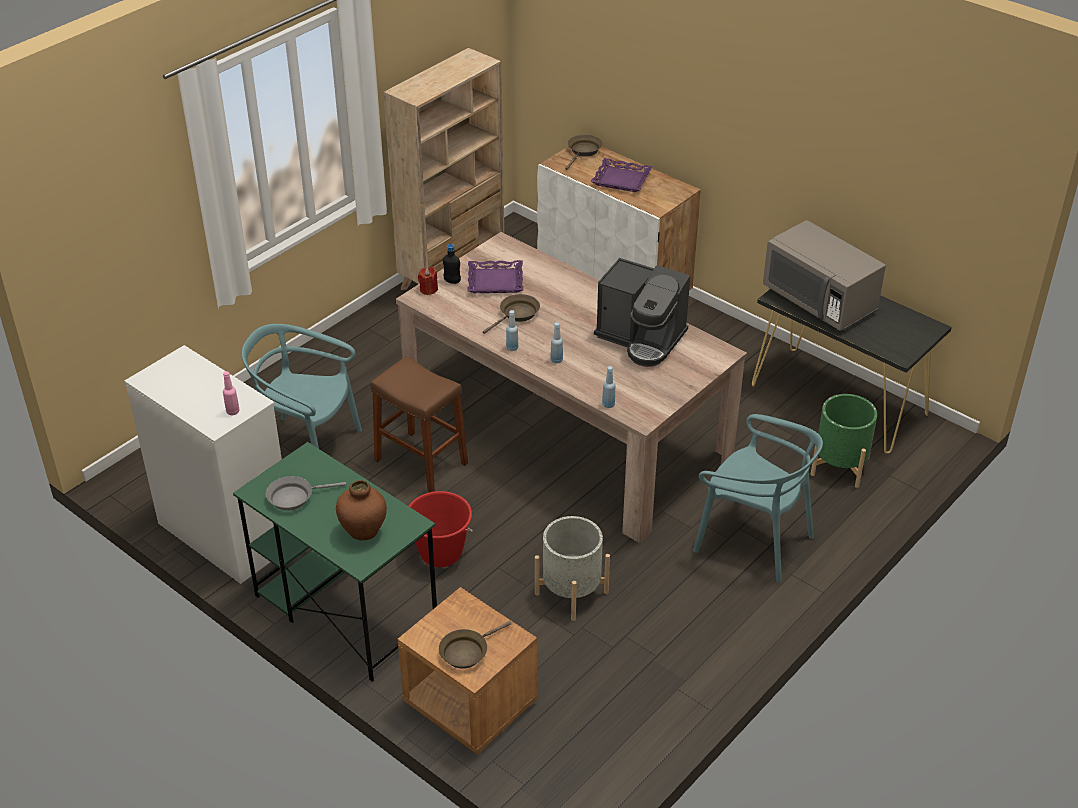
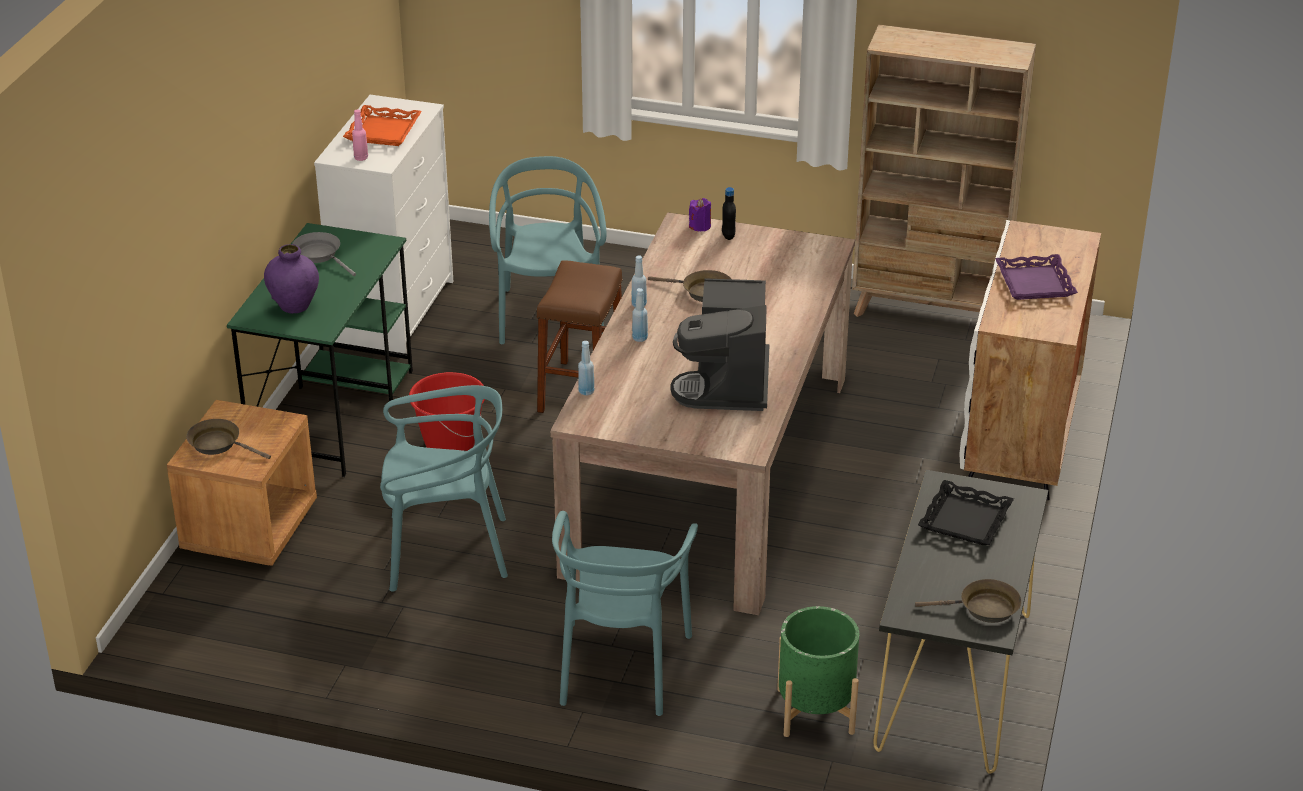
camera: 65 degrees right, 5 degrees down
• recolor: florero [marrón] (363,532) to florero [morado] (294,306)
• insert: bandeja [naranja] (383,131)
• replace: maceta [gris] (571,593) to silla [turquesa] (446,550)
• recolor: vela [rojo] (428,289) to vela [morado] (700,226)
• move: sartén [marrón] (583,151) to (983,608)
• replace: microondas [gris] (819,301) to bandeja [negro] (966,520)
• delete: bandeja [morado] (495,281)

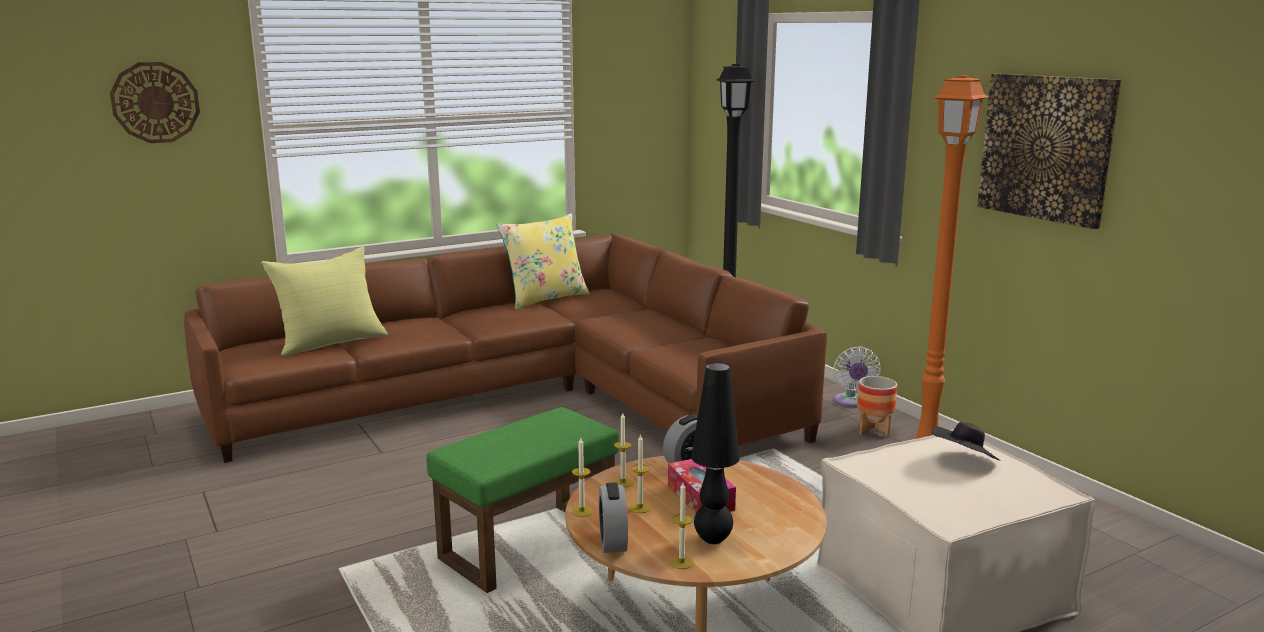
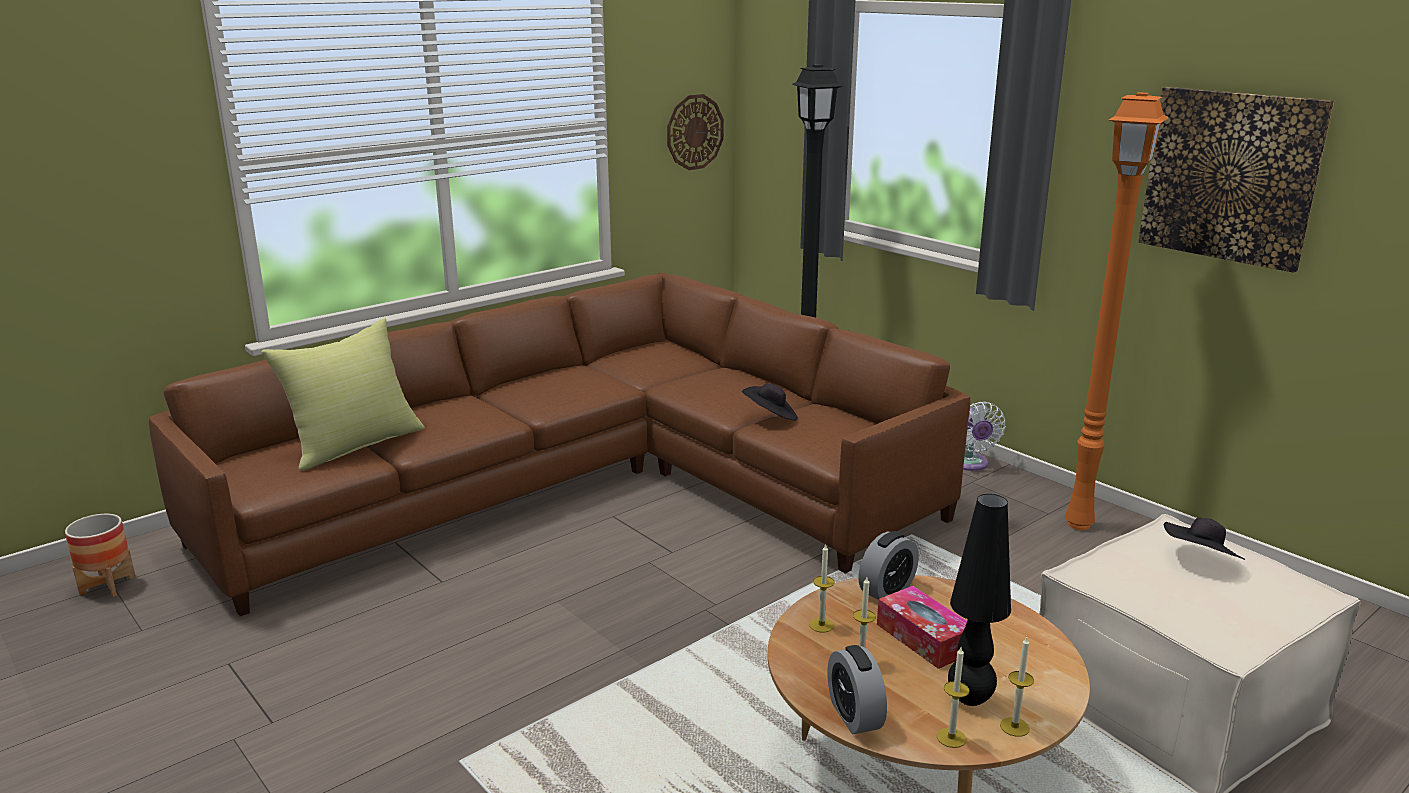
camera: 10 degrees left, 5 degrees up
• move: maceta (874,430) to (108,586)
• move: reloj de pared (155,102) to (694,132)
• insert: sombrero [negro] (770,417)
• move: vela (581,511) to (1014,727)
• delete: puf [verde] (529,545)
• delete: cojín [amarillo] (545,298)

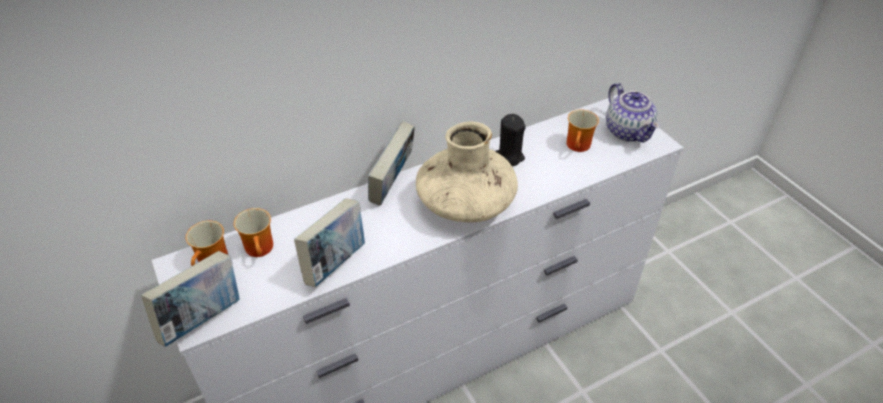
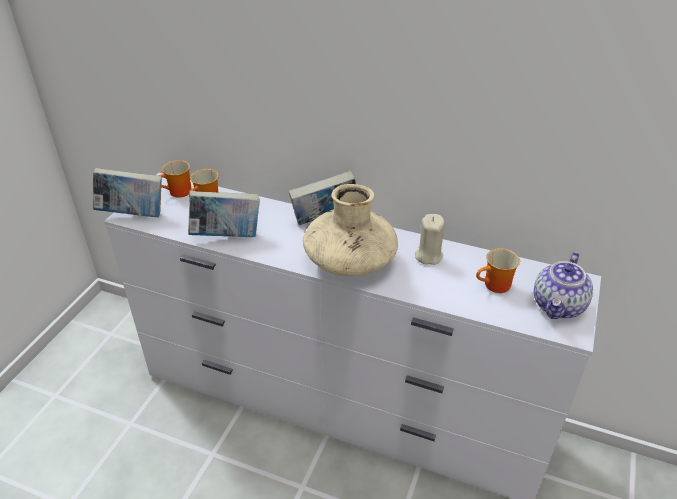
camera: 50 degrees right, 5 degrees down
• recolor: vela [negro] (509,157) to vela [beis] (428,256)

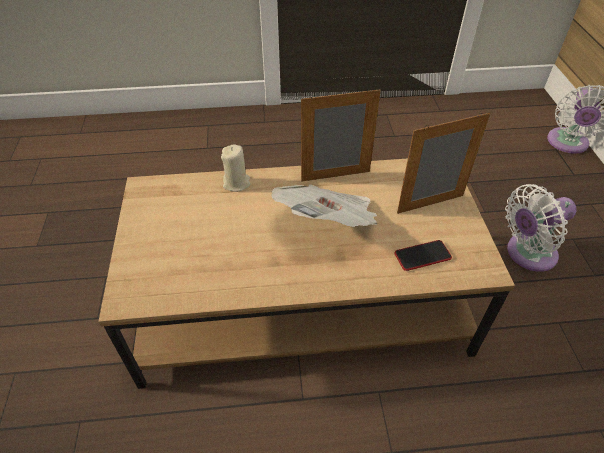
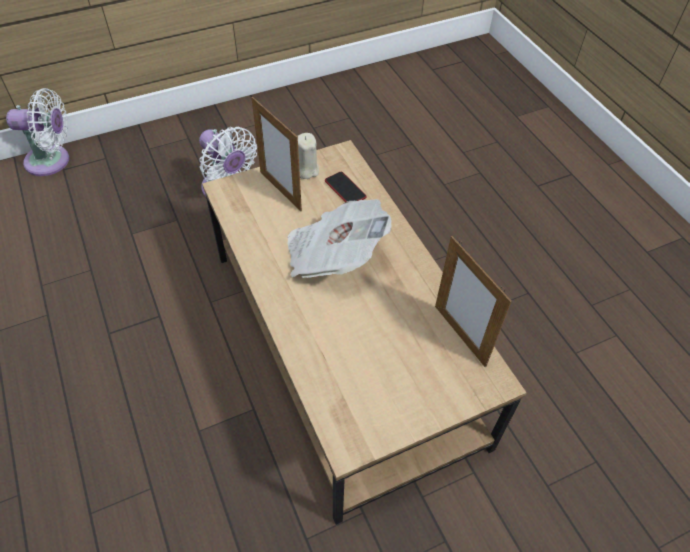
camera: 110 degrees left, 5 degrees up
• move: vela [beis] (236,183) to (306,170)
• move: portarretratos (335,176) to (459,335)

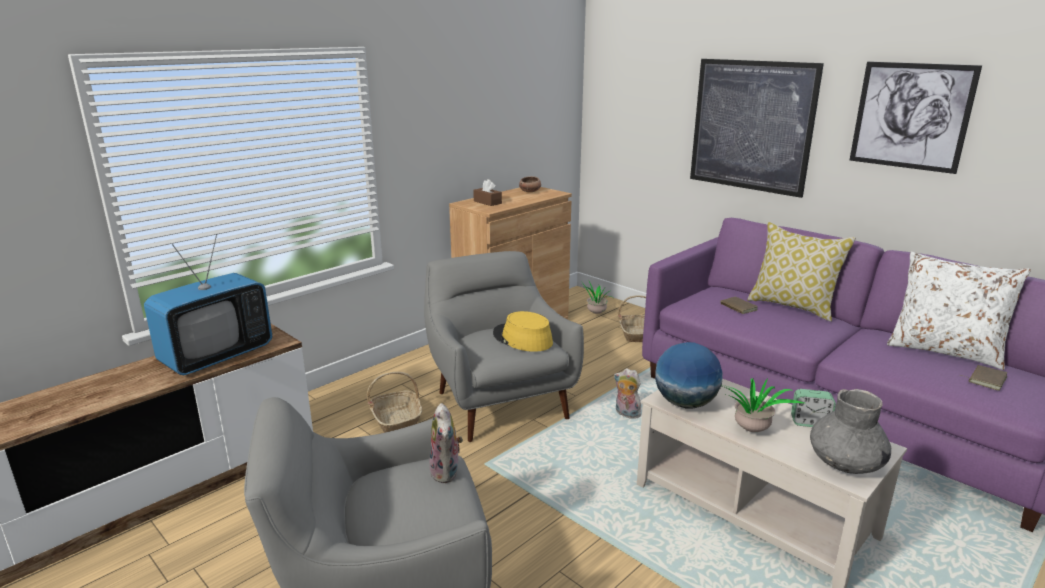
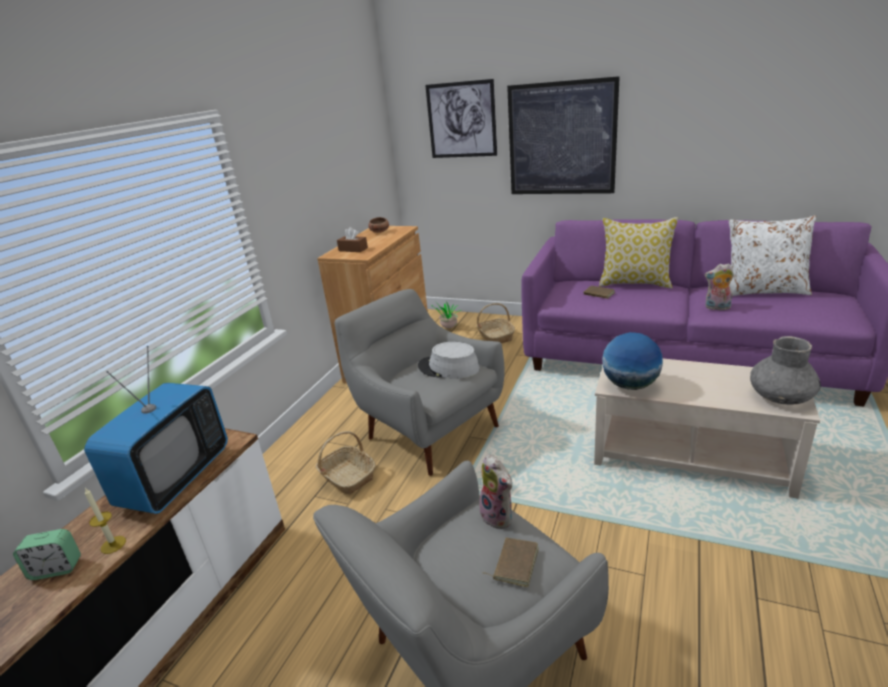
camera: 20 degrees left, 5 degrees up
• move: despertador (810,423) to (56,569)
• insert: vela (113,545)
• recolor: sombrero [amarillo] (522,339) to sombrero [gris] (448,368)
• move: cuadro (911,116) to (461,120)
• move: libro [marrón] (985,379) to (514,563)
• move: peluche (626,414) to (717,308)
• delete: planta en maceta (752,431)

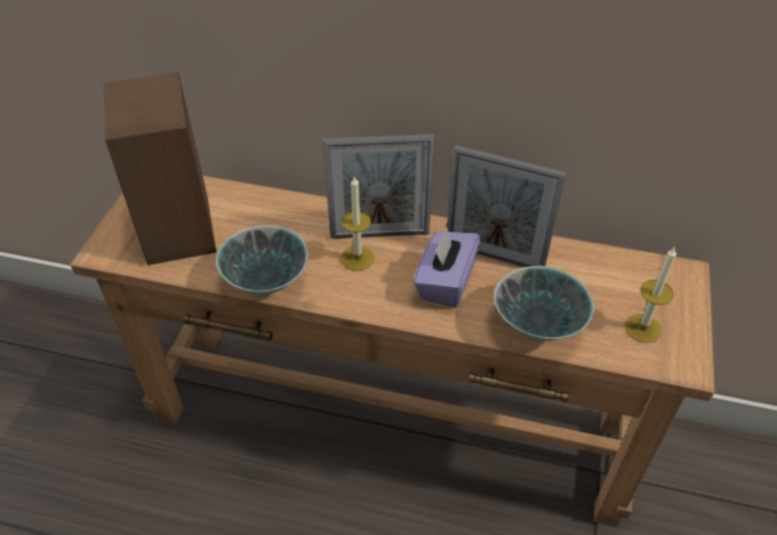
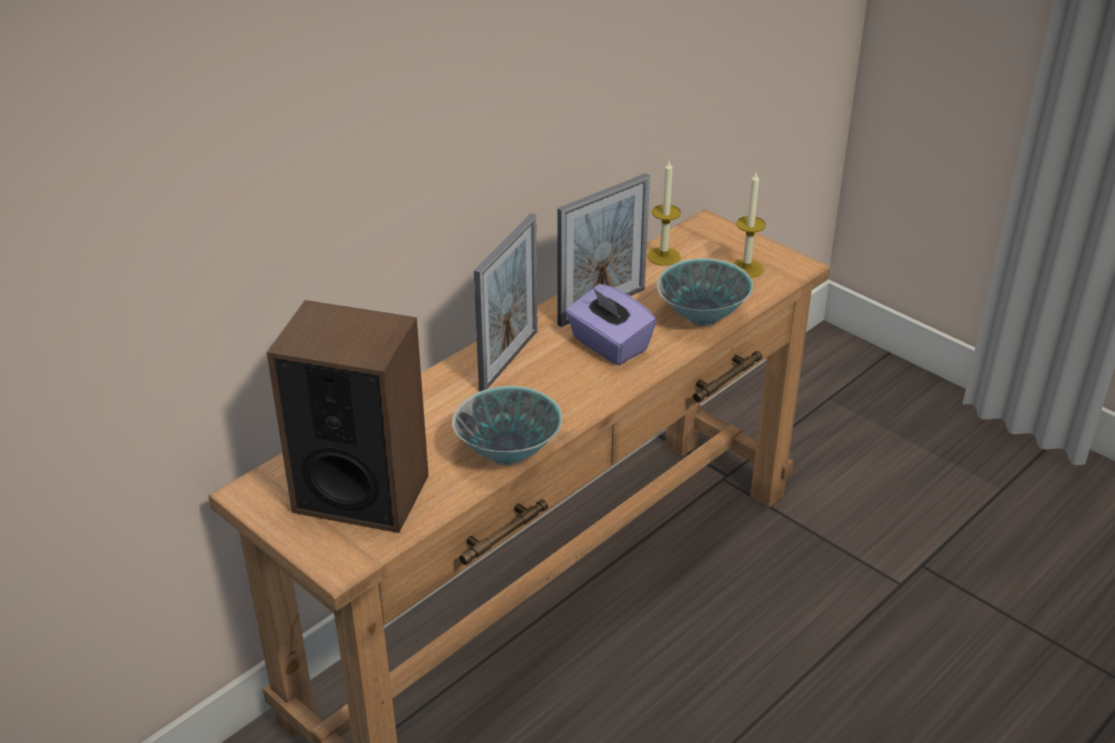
camera: 60 degrees left, 10 degrees down
• move: vela (357,258) to (663,256)

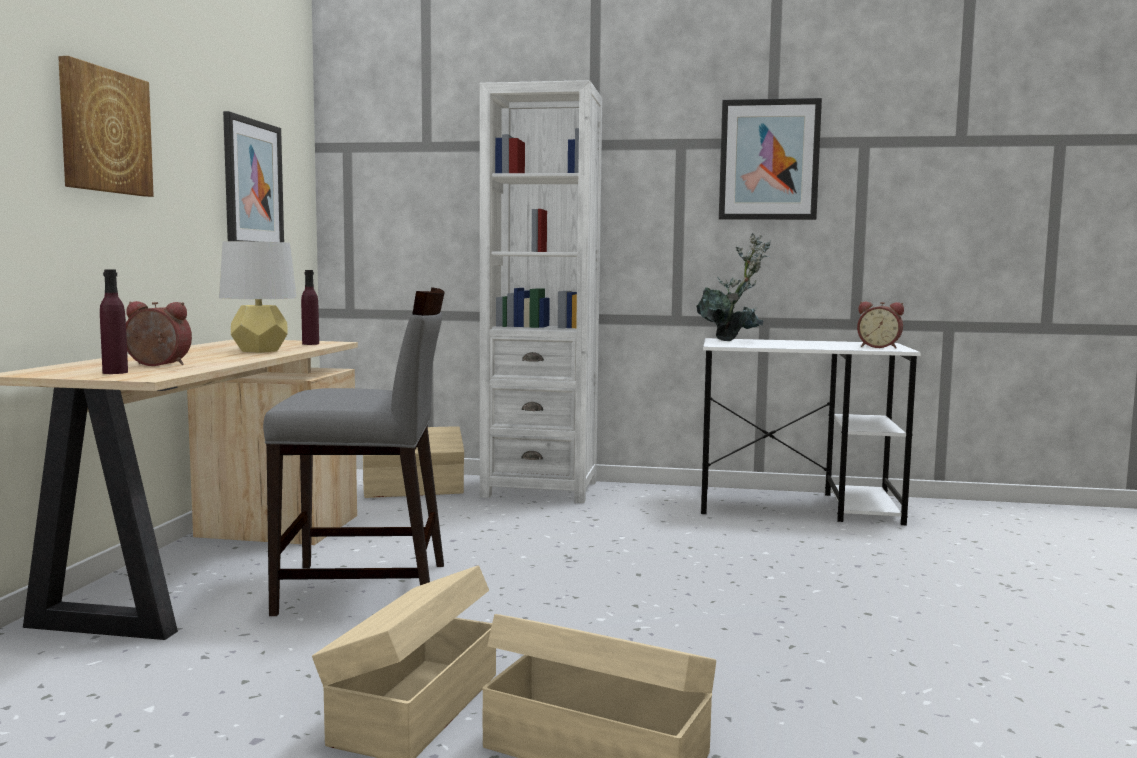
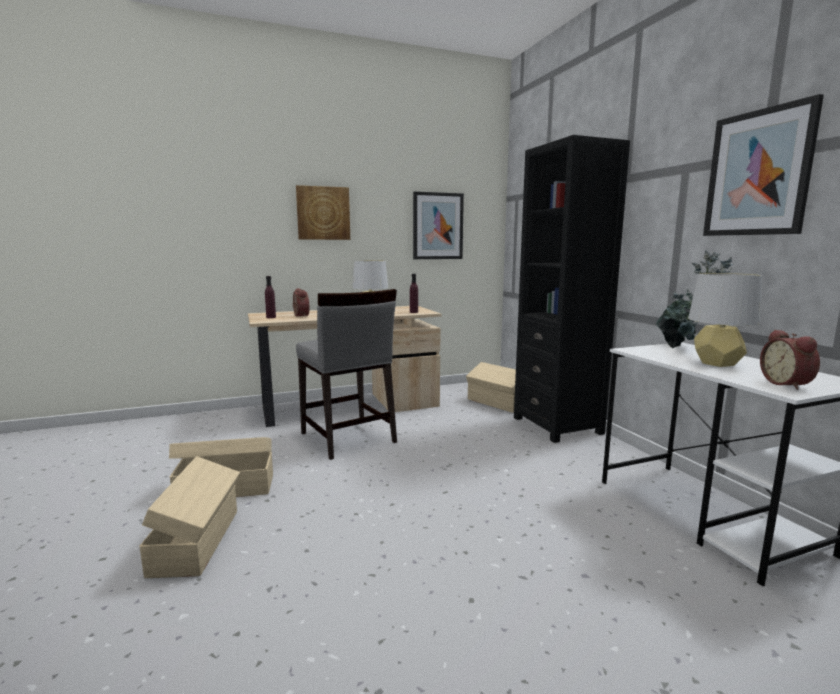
camera: 60 degrees right, 5 degrees up
• recolor: estantería [blanco] (540,489) to estantería [negro] (557,425)
• insert: lámpara de mesa [gris] (717,363)

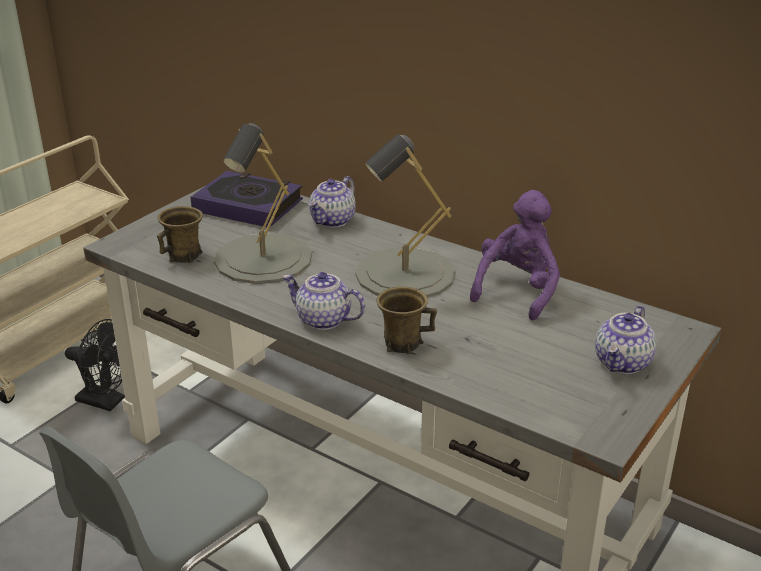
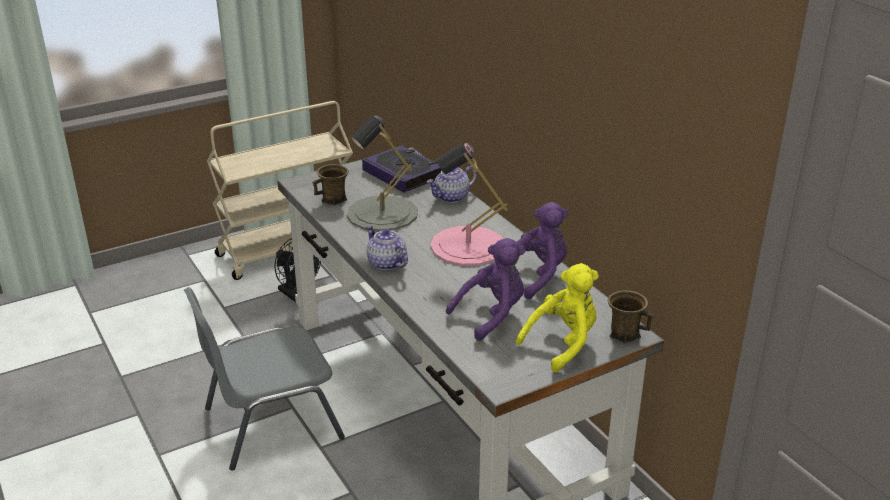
camera: 25 degrees right, 0 degrees up
• recolor: lámpara de mesa [gris] (405,274) to lámpara de mesa [rosa] (468,246)
• insert: peluche [morado] (492,315)
• replace: tetera (623,363) to peluche [amarillo] (563,343)
• move: taza grande [marrón] (402,343) to (624,334)

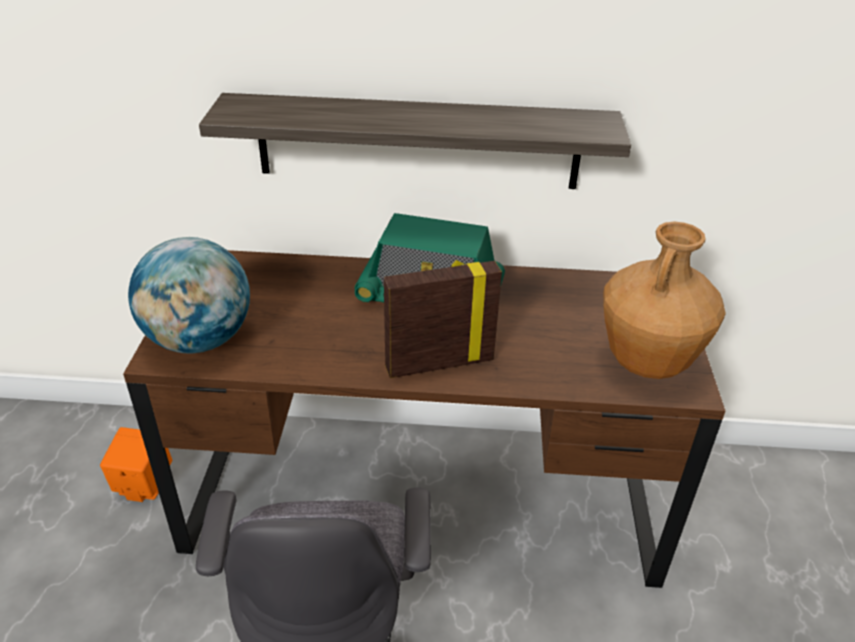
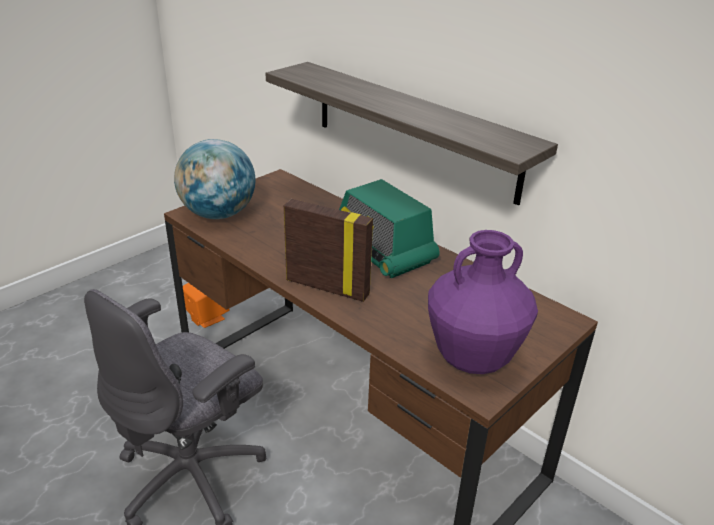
camera: 40 degrees right, 5 degrees down
• recolor: florero [marrón] (647,364) to florero [morado] (472,360)

